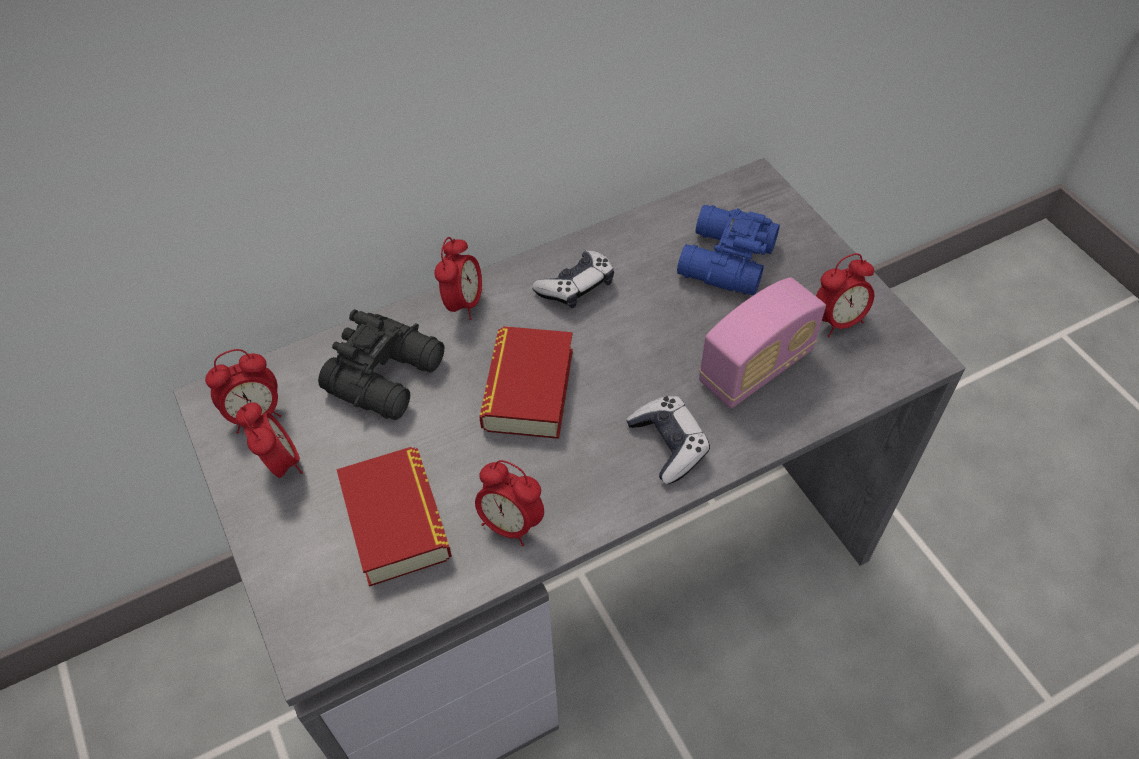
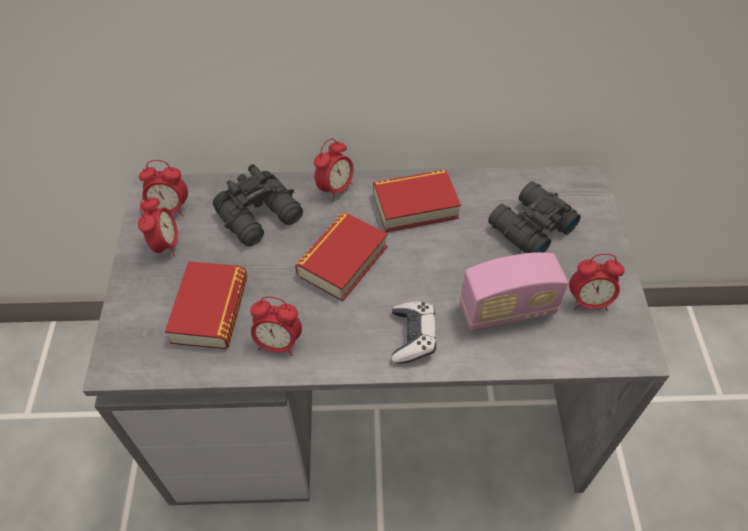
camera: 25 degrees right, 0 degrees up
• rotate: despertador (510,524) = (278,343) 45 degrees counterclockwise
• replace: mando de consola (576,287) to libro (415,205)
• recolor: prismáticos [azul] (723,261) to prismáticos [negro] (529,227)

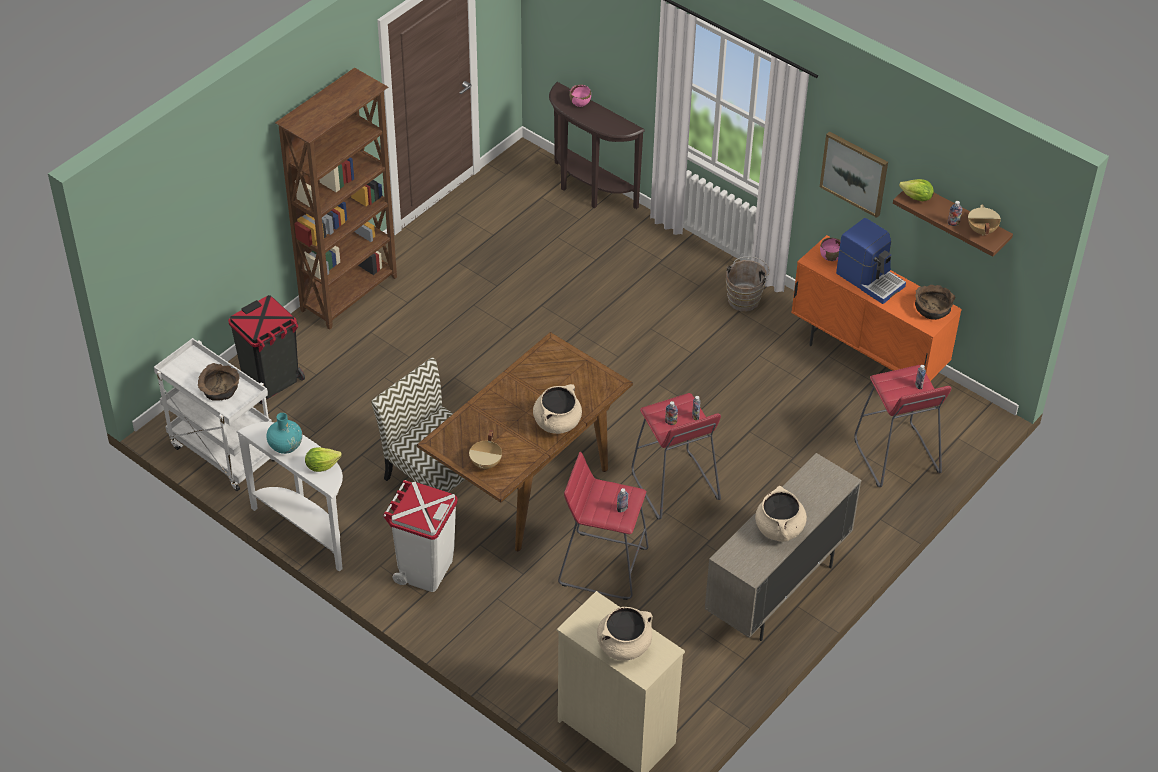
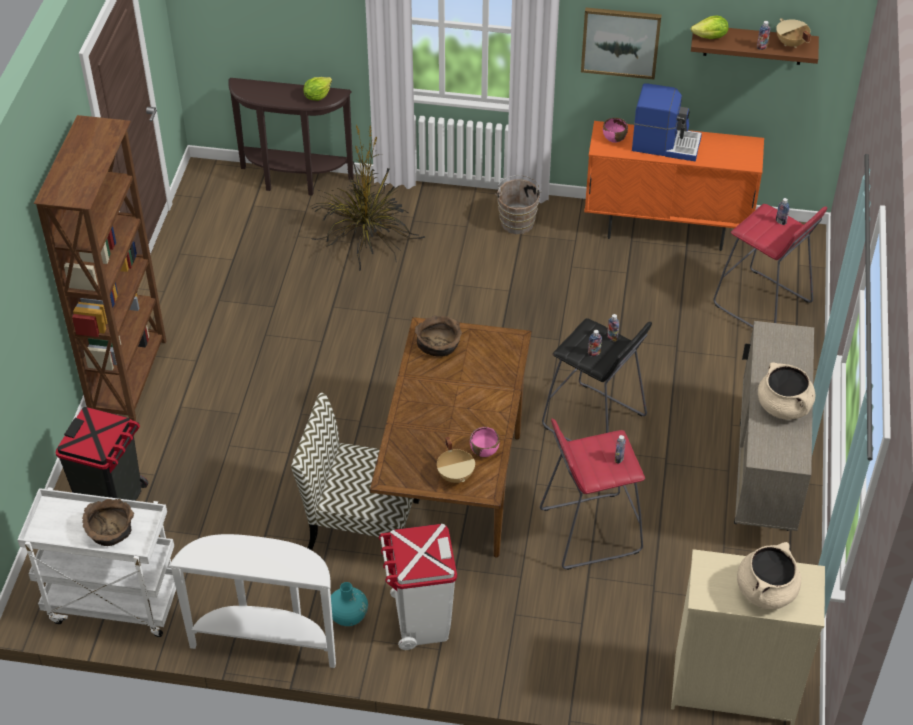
camera: 30 degrees left, 0 degrees up
• move: lechuga (322,465) to (317,96)
• insert: planta en maceta (365,236)
• move: florero [turquesa] (285,446) to (348,616)
• move: cuenco [marrón] (932,310) to (439,345)
• move: cuenco [rosa] (580,102) to (484,450)
• recolor: taburete [rojo] (674,486) to taburete [negro] (594,422)
• delete: olla [beis] (557,422)

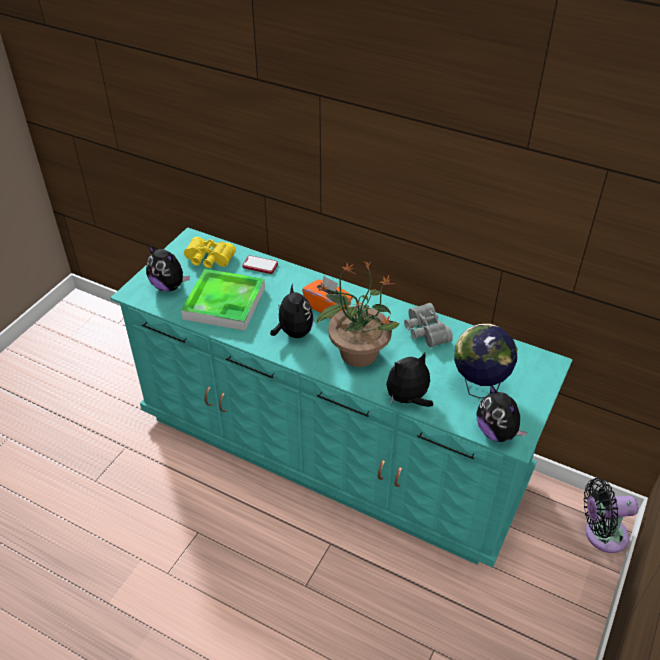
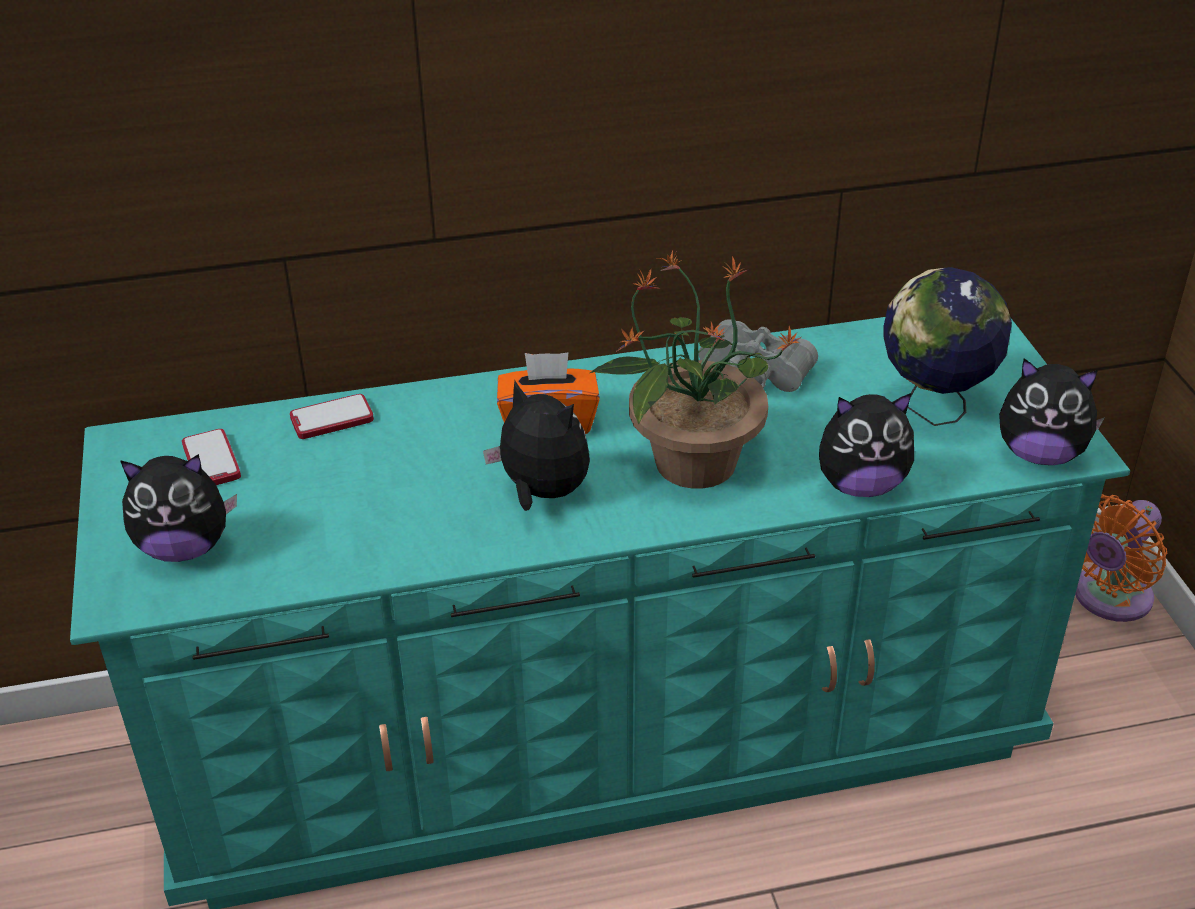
camera: 40 degrees left, 5 degrees down
• replace: prismáticos [amarillo] (208,260) to móvil (211,461)
• rotate: peluche (408,399) = (860,485) 120 degrees counterclockwise
• recolor: ventilador [negro] (601,534) to ventilador [naranja] (1107,599)
• delete: bandeja (224,303)

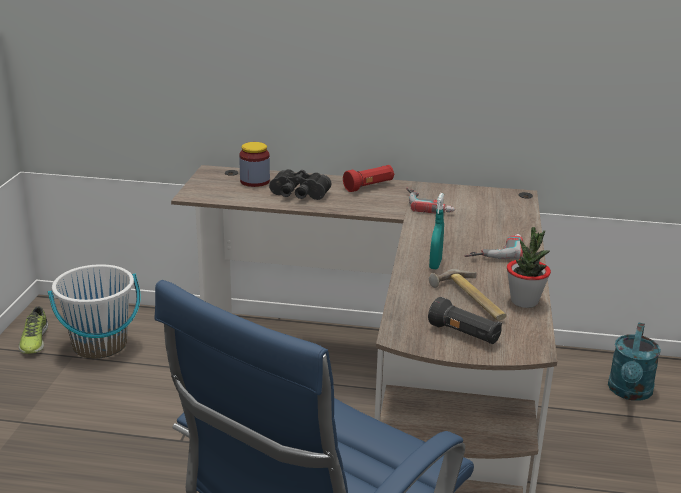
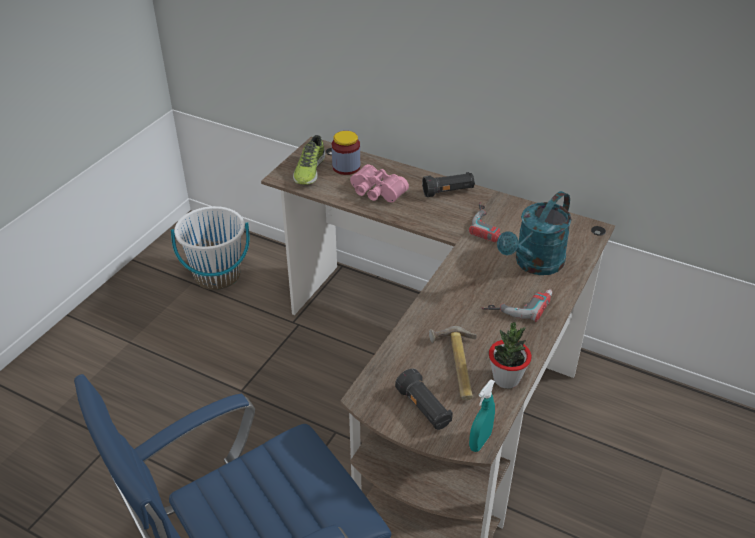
camera: 20 degrees right, 15 degrees up
• move: zapato (34,340) to (309,170)
• recolor: prismáticos [negro] (298,195) to prismáticos [rosa] (376,192)
• recolor: linterna [rojo] (369,186) to linterna [negro] (448,192)
• move: pulverizador [turquesa] (435,264) to (480,441)
• move: regadera [turquesa] (629,392) to (534,264)

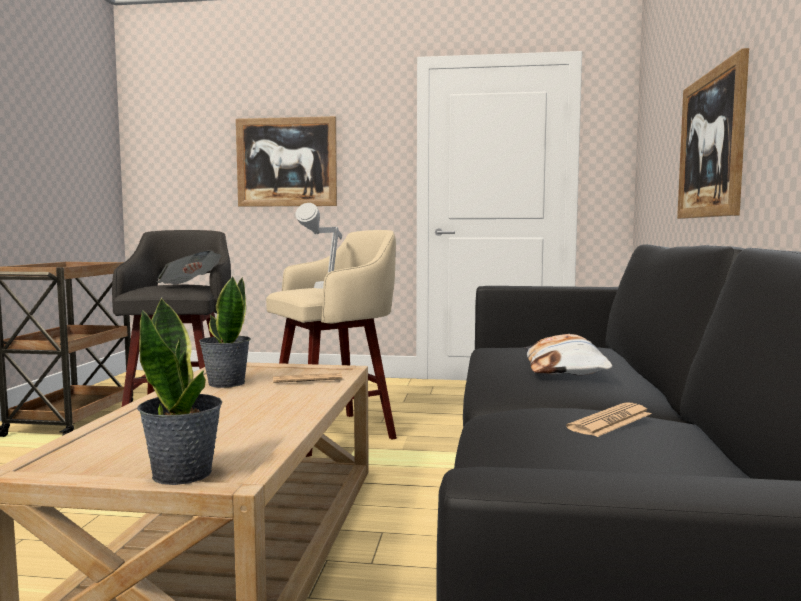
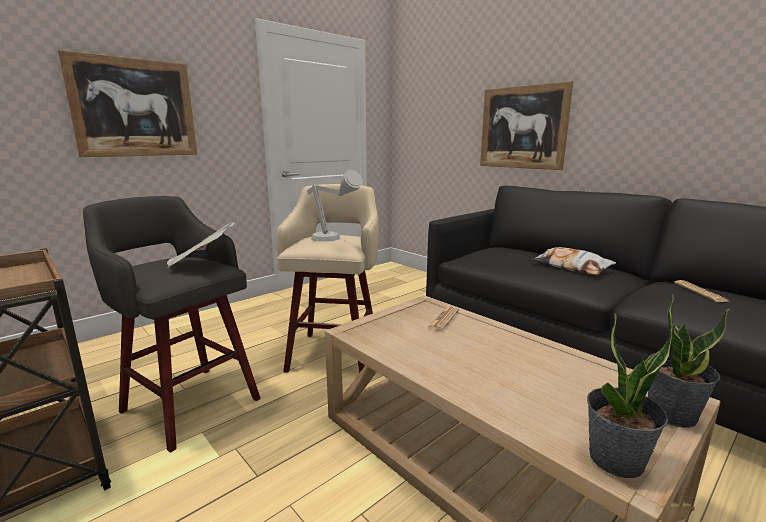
camera: 50 degrees left, 10 degrees up
• move: planta en maceta (226,383) to (616,460)

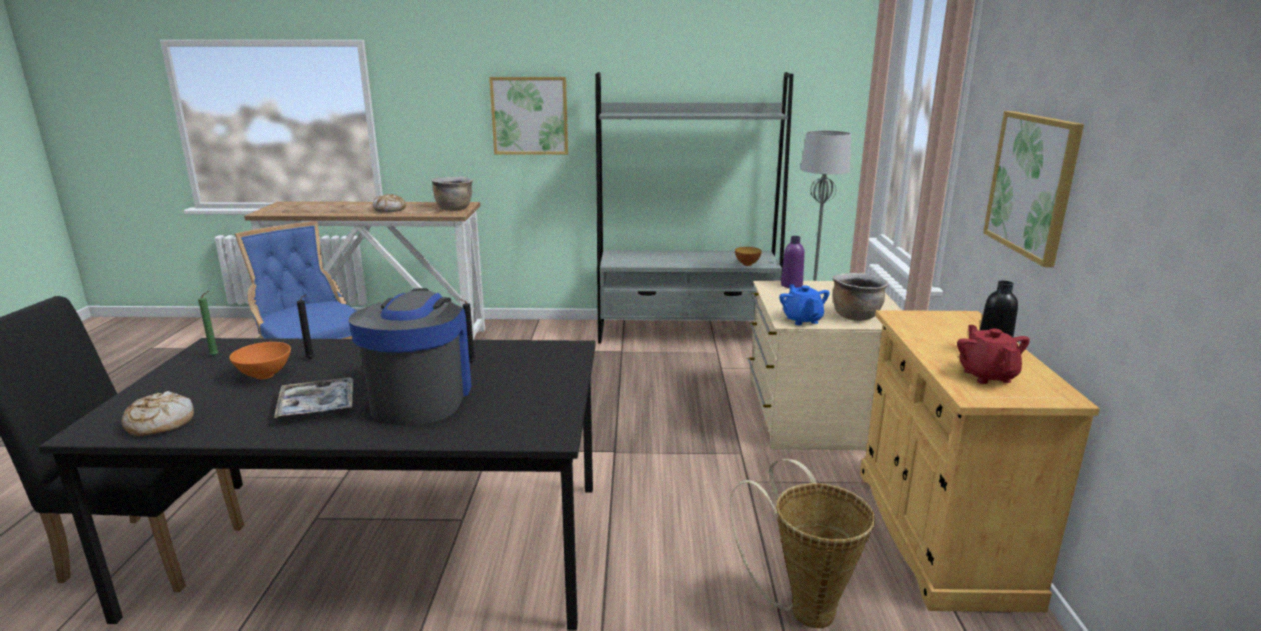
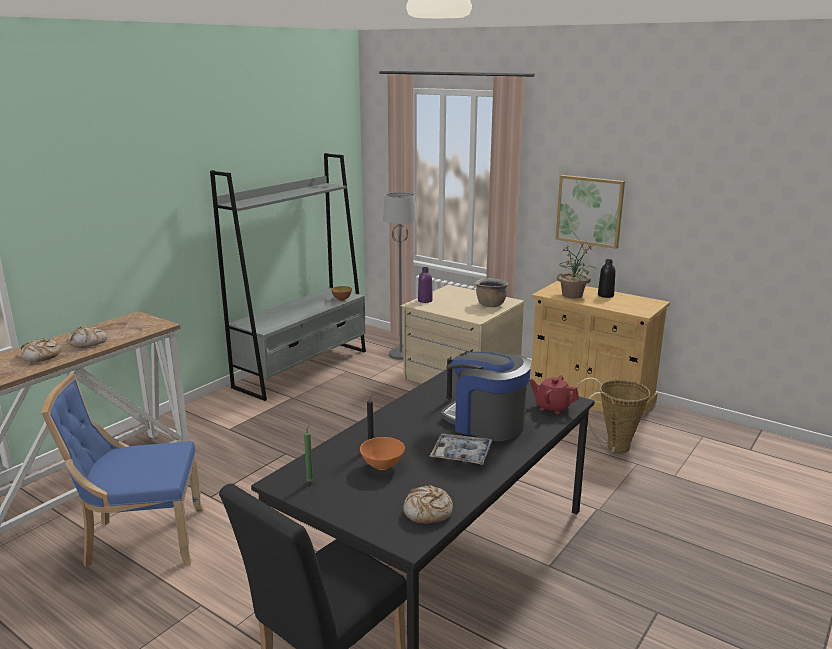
camera: 55 degrees left, 0 degrees up
• insert: pan (41,356)
• move: tetera [rojo] (987,375) to (552,407)
• insert: planta en maceta (572,295)
• delete: olla [marrón] (454,209)
• delete: cuadro (530,116)
• delete: tetera [azul] (802,320)

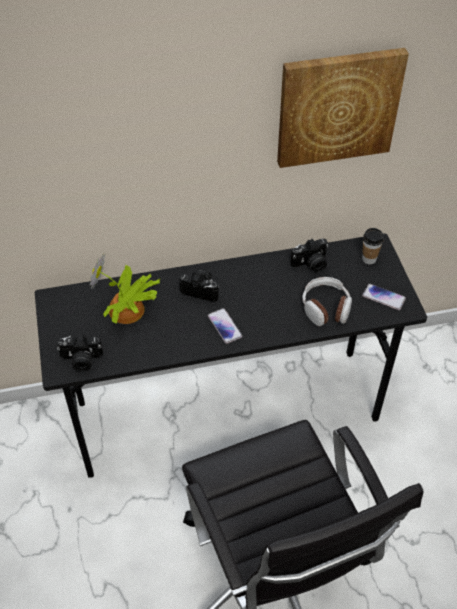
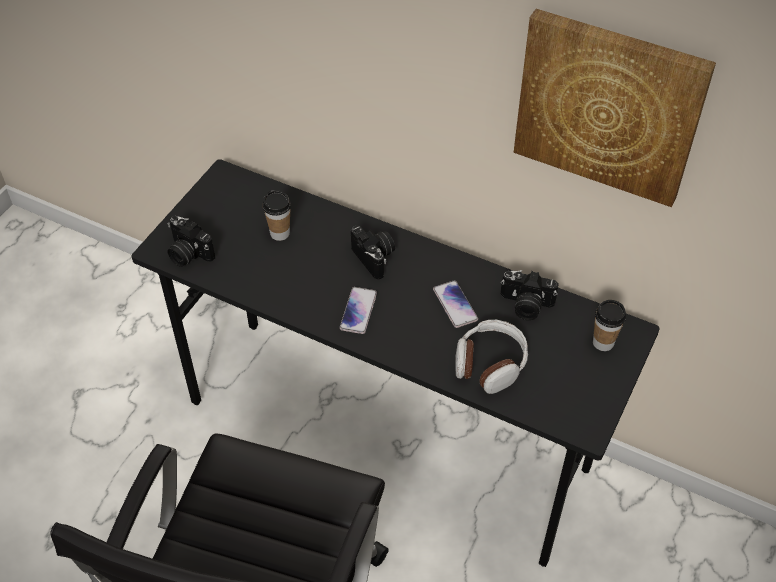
camera: 40 degrees right, 0 degrees up
• replace: planta en maceta (127,311) to taza (280,233)
• move: móvil (383,297) to (455,305)

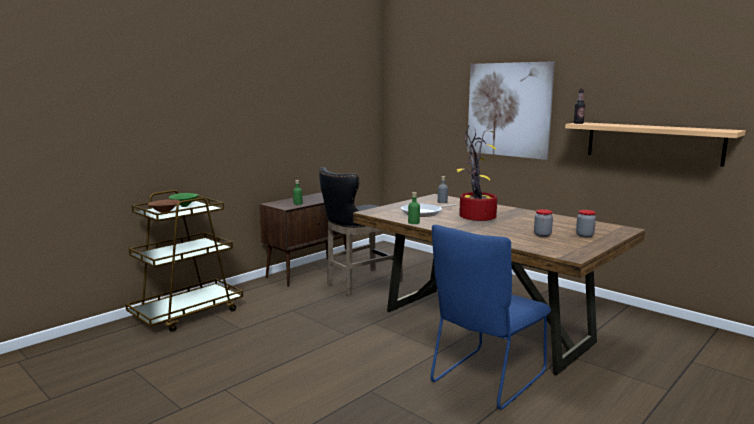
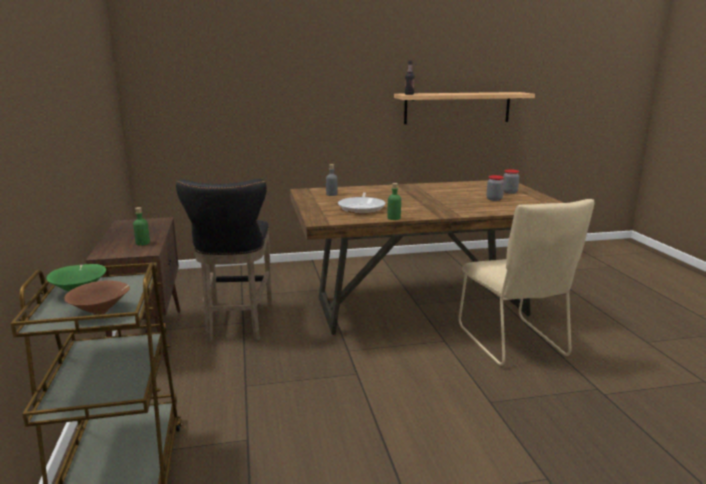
camera: 55 degrees left, 5 degrees up
• recolor: silla [azul] (485,380) to silla [beis] (514,343)
• delete: planta en maceta (474,217)
• delete: cuadro (508,109)

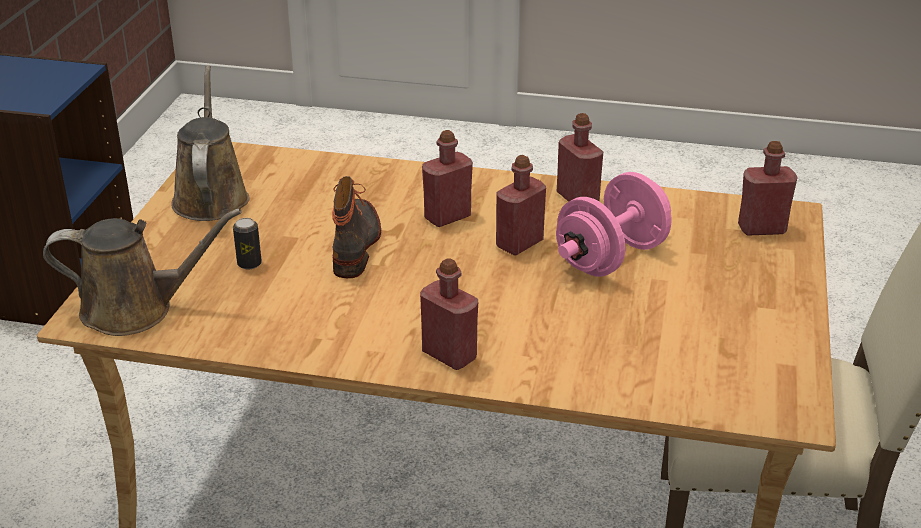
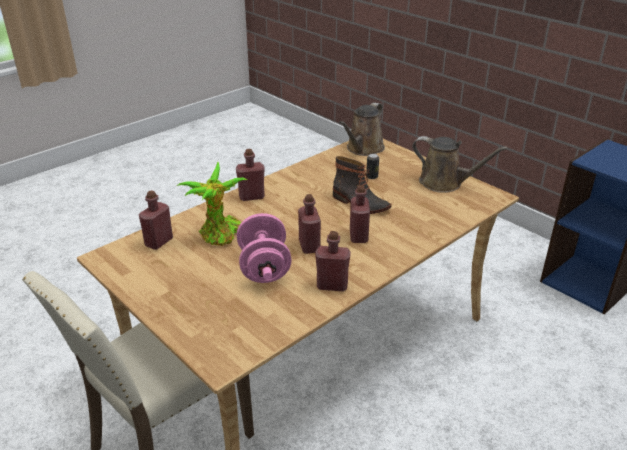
camera: 125 degrees right, 0 degrees up
• move: botella [rojo] (762,229) to (159,242)
• insert: planta en maceta (220,236)

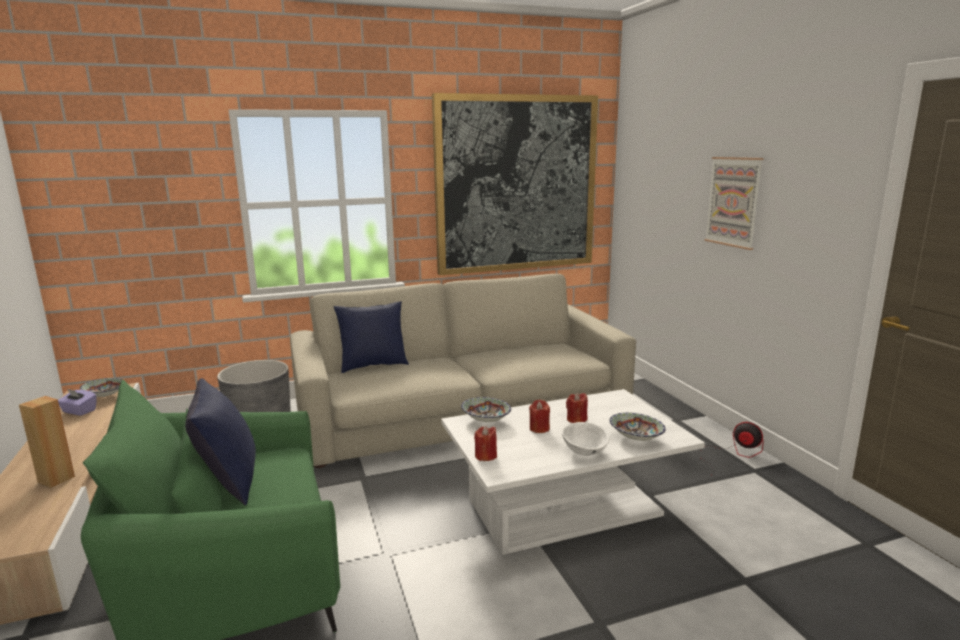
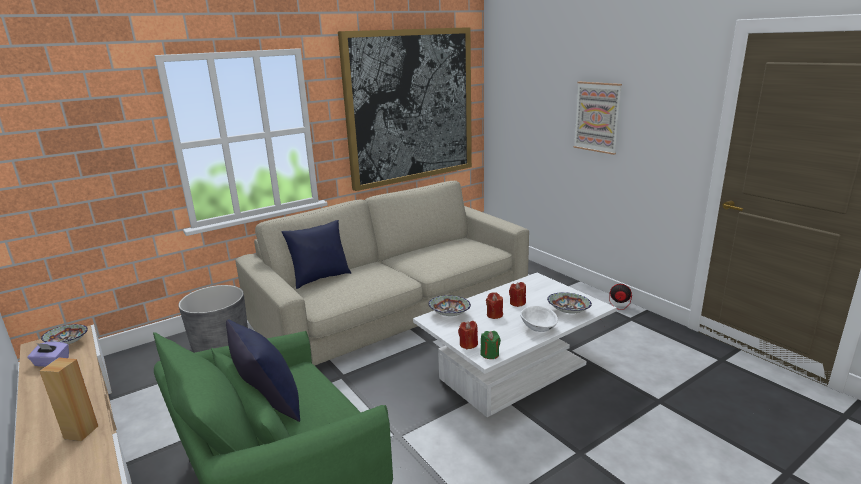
camera: 15 degrees left, 5 degrees up
• insert: vela [verde] (490,354)

